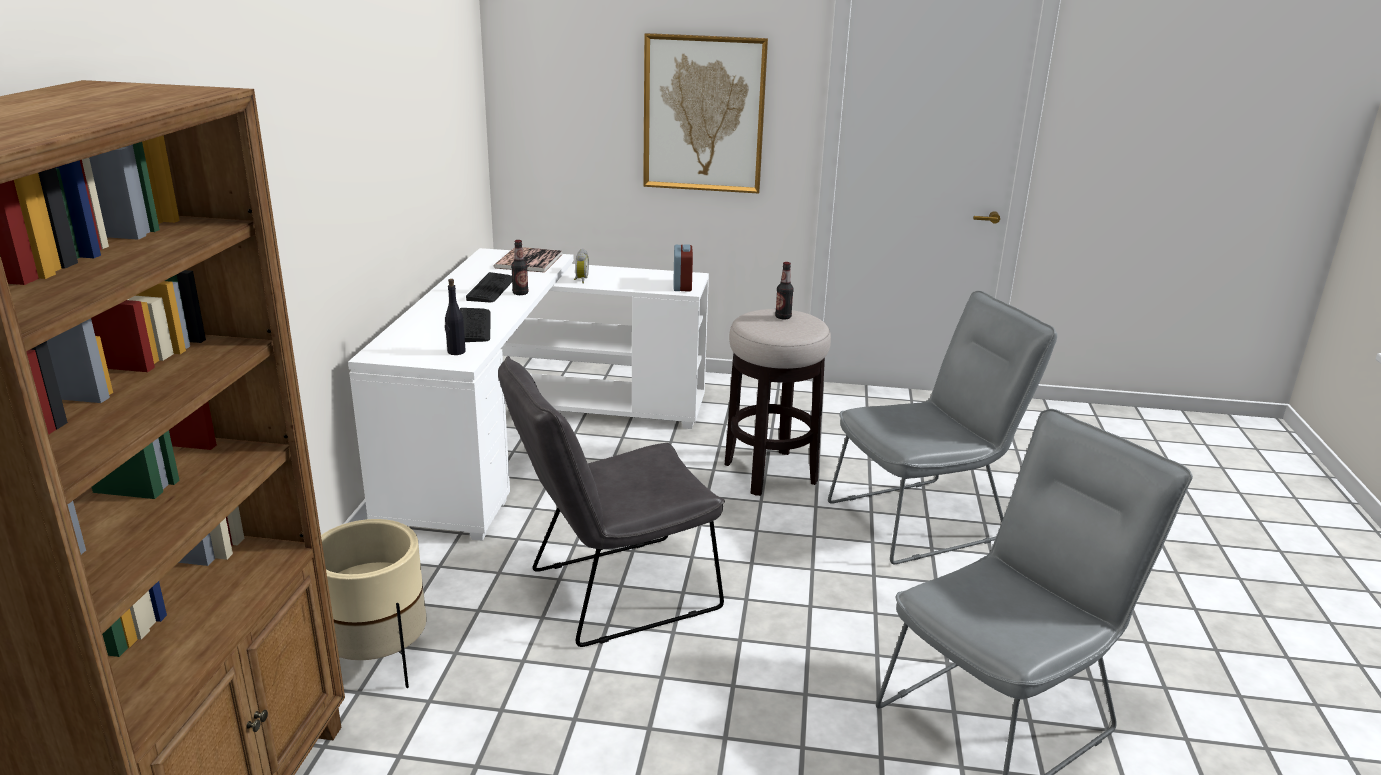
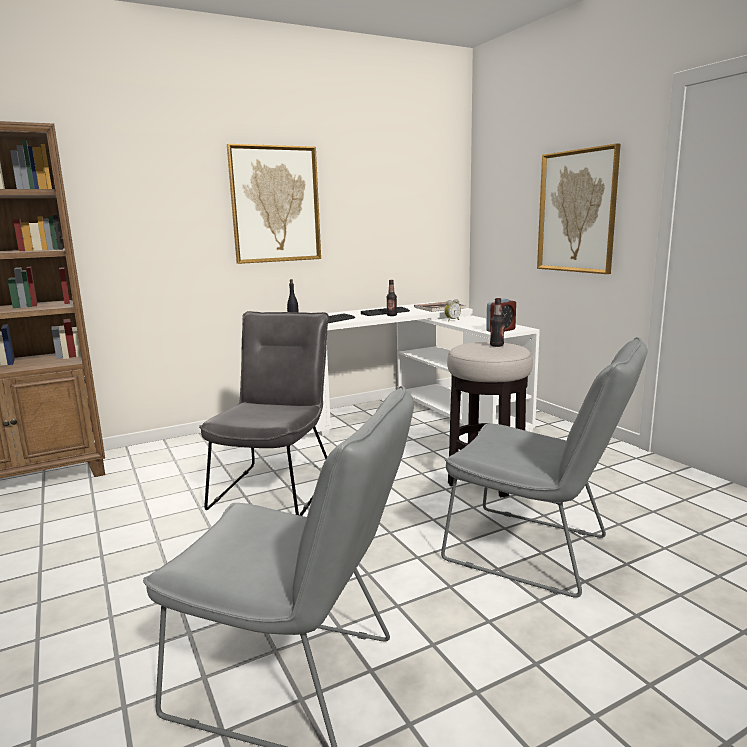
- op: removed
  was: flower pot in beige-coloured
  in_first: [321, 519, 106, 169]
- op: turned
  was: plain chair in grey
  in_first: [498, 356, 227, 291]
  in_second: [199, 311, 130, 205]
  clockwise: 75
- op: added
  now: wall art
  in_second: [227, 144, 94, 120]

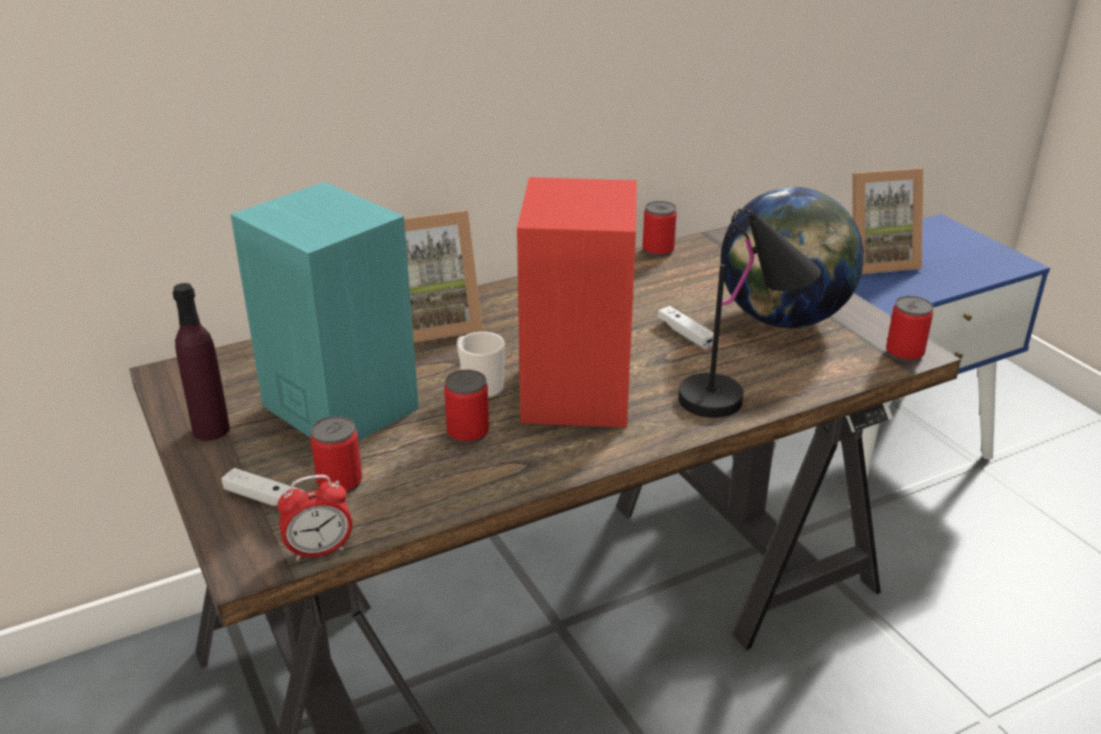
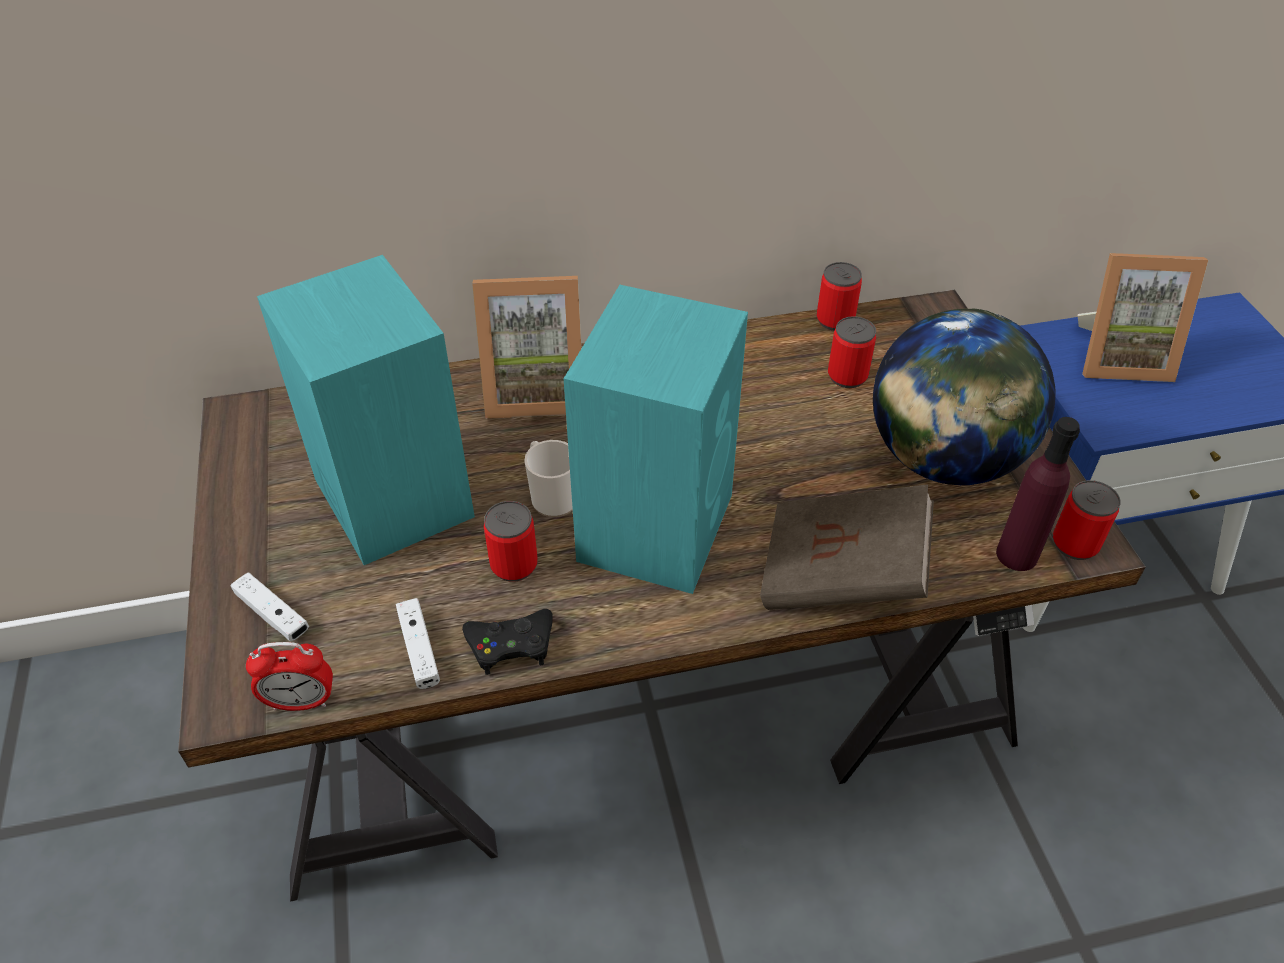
- op: moved
  was: beverage bottle in purple
  in_first: [172, 283, 58, 158]
  in_second: [996, 417, 84, 154]
- op: moved
  was: can
  in_first: [311, 416, 51, 78]
  in_second: [828, 316, 48, 72]
- op: recoloured
  was: audio speaker in red-coloured
  now: audio speaker in blue-green
  in_first: [517, 177, 120, 251]
  in_second: [564, 285, 184, 309]
- op: moved
  was: gamepad in white-coloured
  in_first: [657, 306, 57, 43]
  in_second: [396, 598, 44, 91]
- op: replaced
  was: lamp for a table in black
  now: bound book in brownish
  in_first: [678, 209, 143, 209]
  in_second: [760, 484, 174, 126]
- op: added
  now: gamepad in black
  in_second: [462, 609, 91, 66]

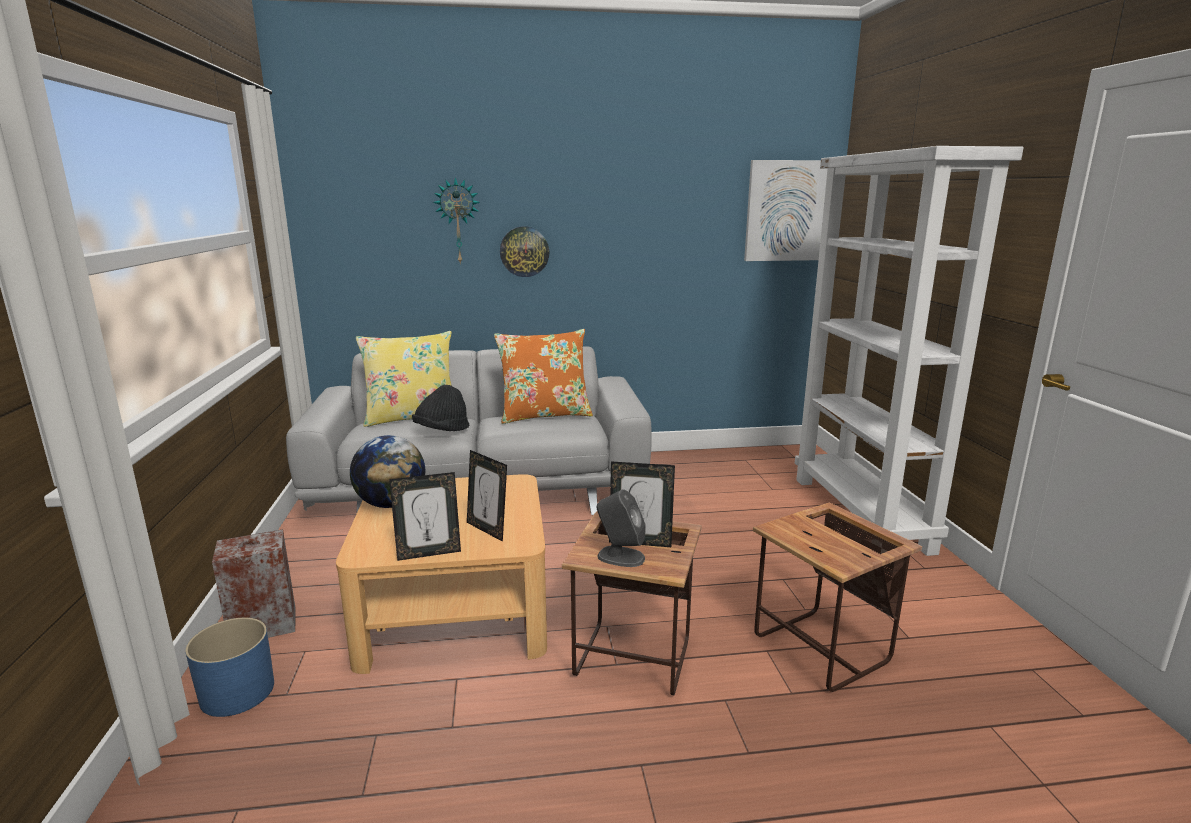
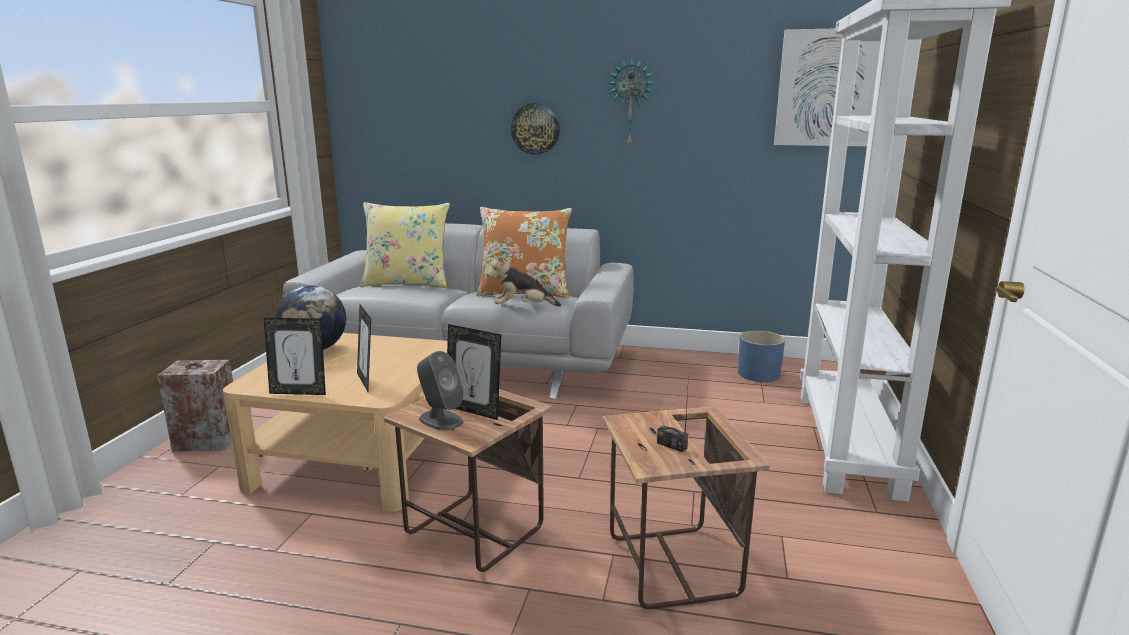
- op: moved
  was: flower pot in blue-coloured
  in_first: [185, 618, 89, 99]
  in_second: [738, 331, 47, 51]
- op: removed
  was: wearable hat in black
  in_first: [412, 385, 57, 46]
- op: moved
  was: wall clock
  in_first: [433, 177, 47, 88]
  in_second: [608, 58, 46, 89]
- op: added
  now: plush toy
  in_second: [487, 255, 74, 51]
- op: added
  now: radio receiver
  in_second: [657, 374, 32, 78]

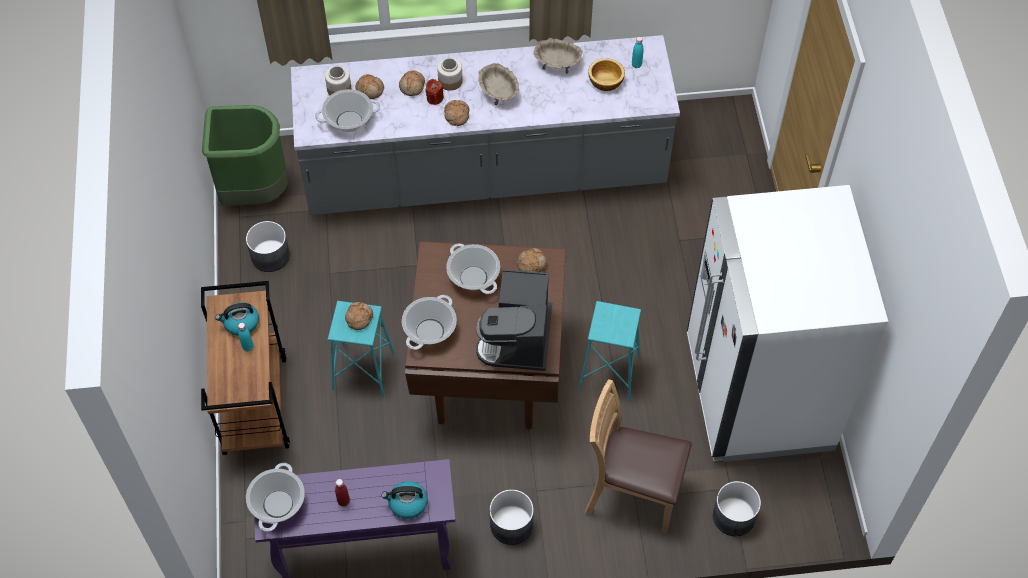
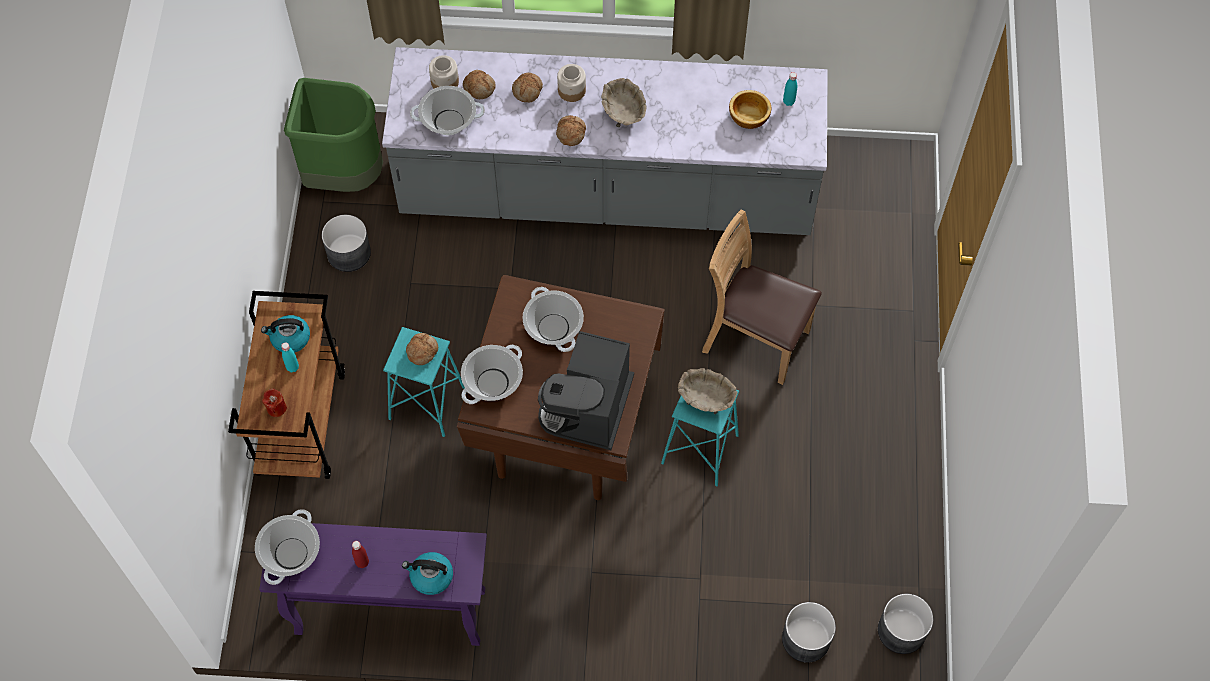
- op: moved
  was: wax candle in red-coloured
  in_first: [425, 79, 19, 26]
  in_second: [262, 388, 25, 29]
- op: moved
  was: flower pot in grey
  in_first: [489, 489, 45, 56]
  in_second: [878, 594, 55, 60]
- op: removed
  was: bakery bread
  in_first: [517, 248, 30, 24]
- op: moved
  was: serving bowl in beige-coloured
  in_first: [534, 38, 49, 36]
  in_second: [678, 368, 60, 46]
- op: moved
  was: plain chair in brownish
  in_first: [585, 379, 107, 155]
  in_second: [702, 209, 120, 176]
- op: removed
  was: kitchen fridge in white-coloured
  in_first: [687, 185, 201, 277]

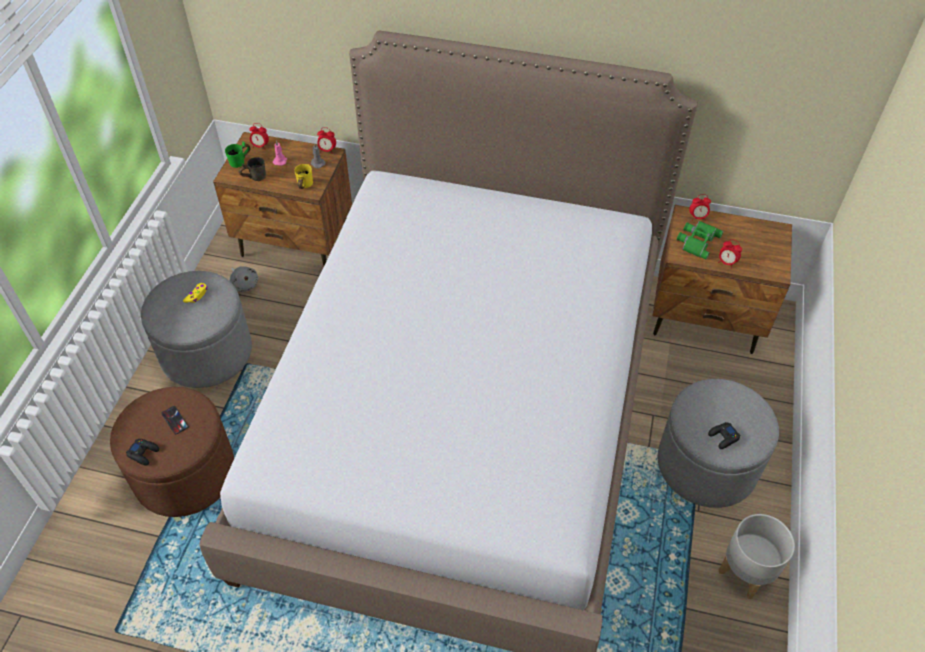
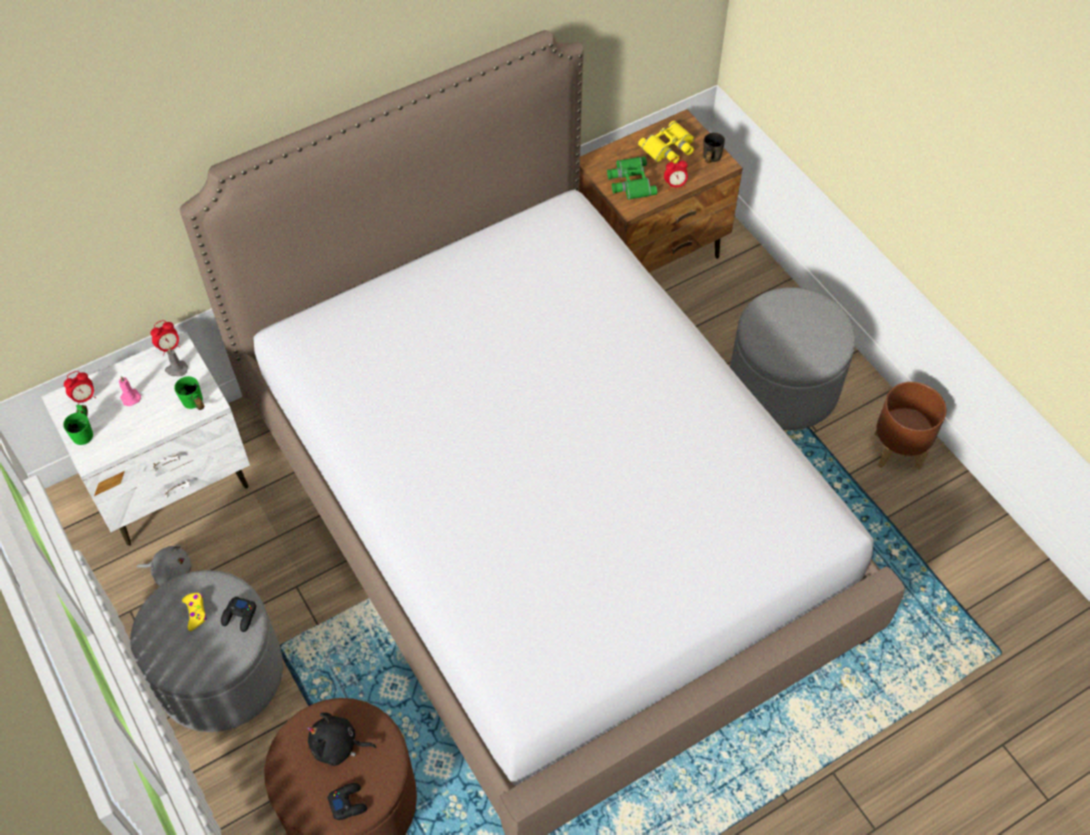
- op: replaced
  was: phone
  now: plush toy in black
  in_first: [161, 406, 28, 29]
  in_second: [307, 712, 70, 54]
- op: recoloured
  was: nightstand in brownish
  now: nightstand in white-coloured
  in_first: [213, 132, 139, 133]
  in_second: [41, 332, 209, 214]
- op: moved
  was: mug in grey
  in_first: [239, 157, 27, 24]
  in_second: [703, 133, 22, 30]
- op: recoloured
  was: mug in yellow-coloured
  now: mug in green
  in_first: [294, 164, 19, 25]
  in_second: [174, 376, 30, 34]
- op: removed
  was: bedside clock
  in_first: [689, 194, 22, 27]
- op: moved
  was: gamepad in black
  in_first: [708, 422, 32, 27]
  in_second: [221, 596, 35, 36]
- op: recoloured
  was: flower pot in grey
  now: flower pot in brownish
  in_first: [719, 514, 76, 85]
  in_second: [875, 382, 71, 88]
- op: added
  now: pair of binoculars in yellow-coloured
  in_second: [638, 121, 56, 42]

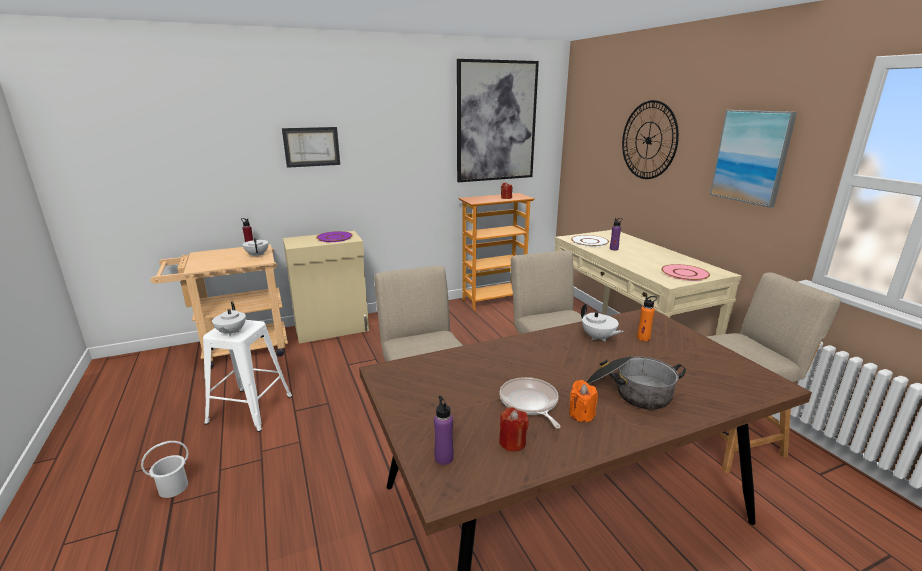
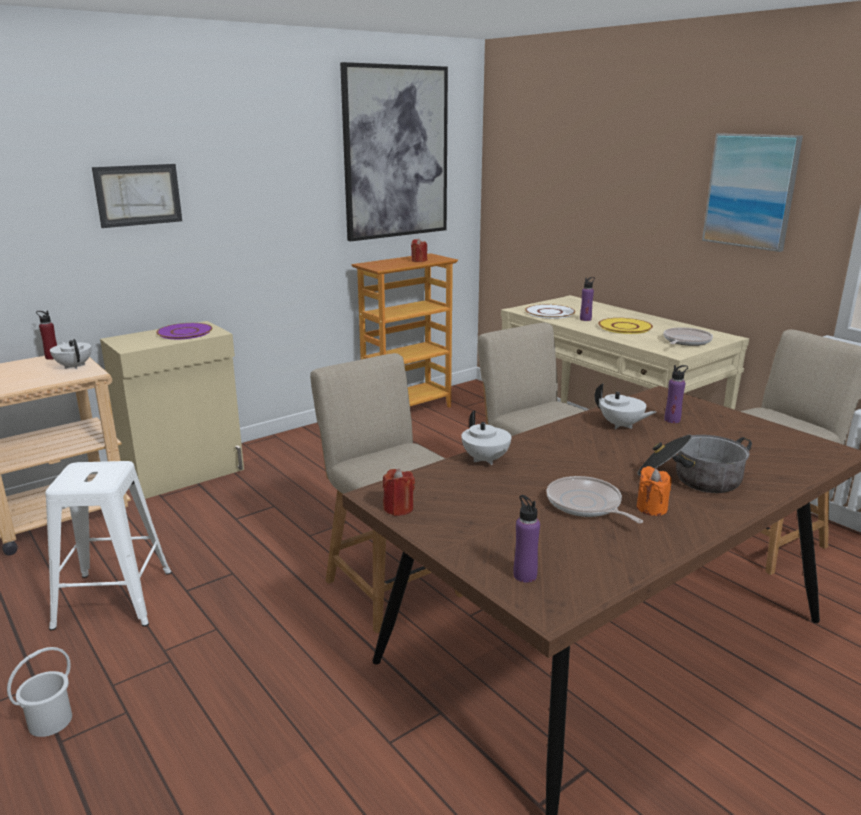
- op: moved
  was: tea pot in white-coloured
  in_first: [212, 302, 34, 34]
  in_second: [462, 411, 49, 54]
- op: moved
  was: wax candle in red-coloured
  in_first: [499, 407, 30, 44]
  in_second: [383, 469, 32, 47]
- op: removed
  was: wall clock
  in_first: [622, 100, 57, 79]
- op: recoloured
  was: beverage bottle in orange-coloured
  now: beverage bottle in purple
  in_first: [637, 295, 20, 46]
  in_second: [664, 365, 24, 58]
- op: replaced
  was: flat dish in pink-coloured
  now: pan
  in_first: [661, 264, 49, 17]
  in_second: [663, 327, 50, 19]
- op: added
  now: flat dish in yellow-coloured
  in_second: [598, 318, 55, 16]

